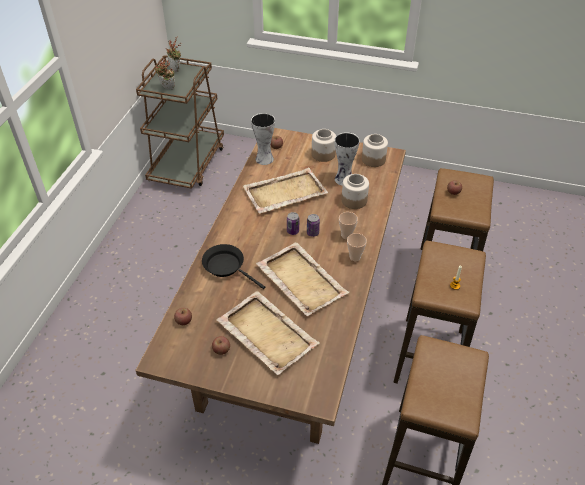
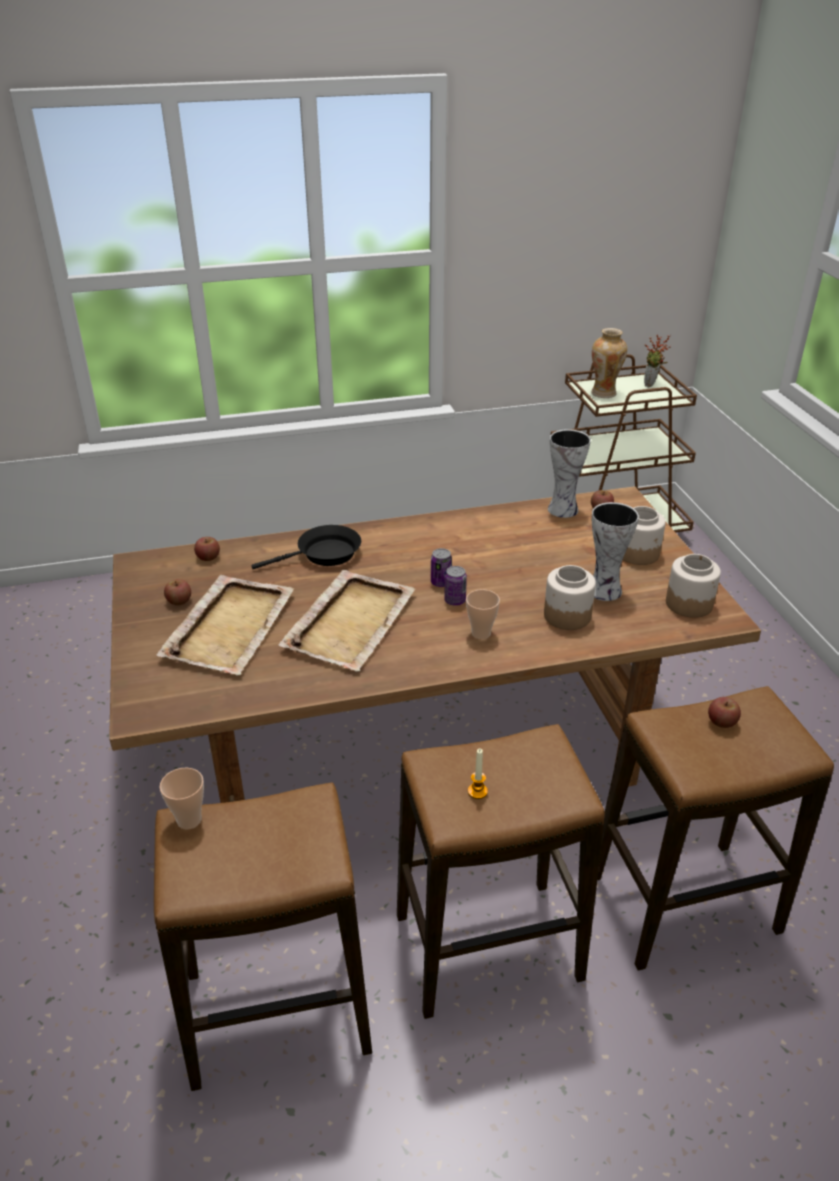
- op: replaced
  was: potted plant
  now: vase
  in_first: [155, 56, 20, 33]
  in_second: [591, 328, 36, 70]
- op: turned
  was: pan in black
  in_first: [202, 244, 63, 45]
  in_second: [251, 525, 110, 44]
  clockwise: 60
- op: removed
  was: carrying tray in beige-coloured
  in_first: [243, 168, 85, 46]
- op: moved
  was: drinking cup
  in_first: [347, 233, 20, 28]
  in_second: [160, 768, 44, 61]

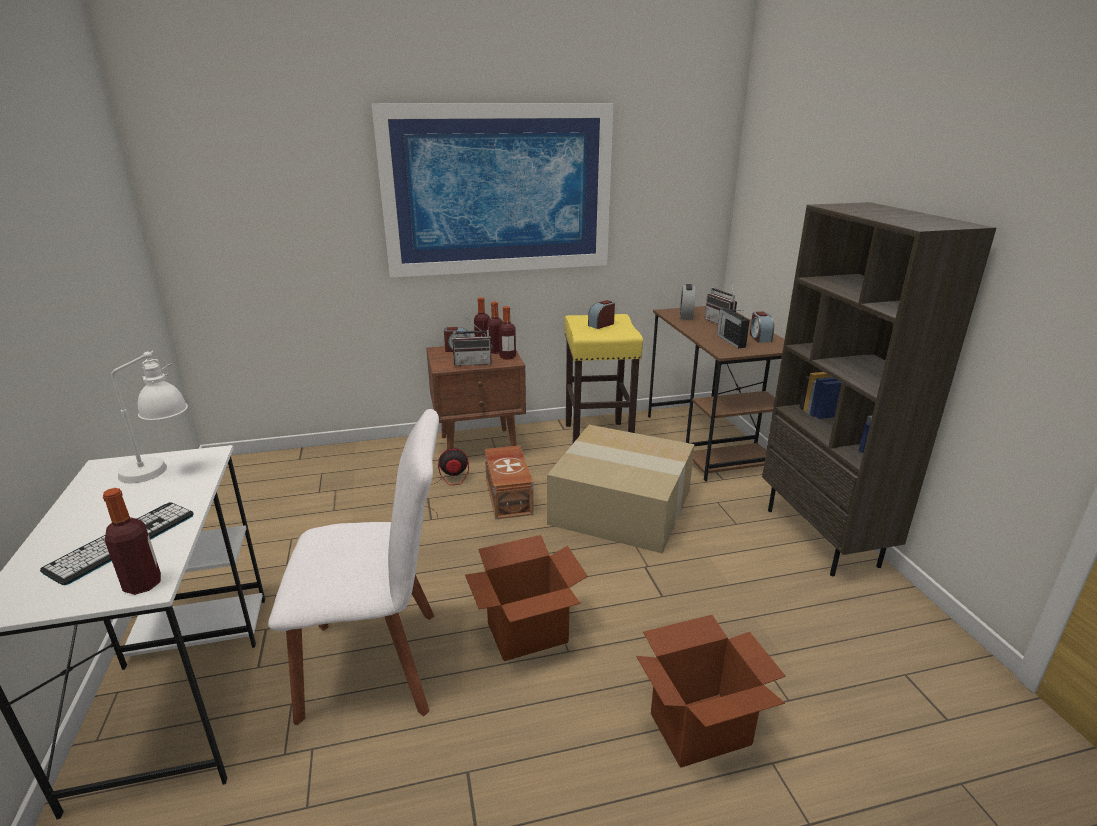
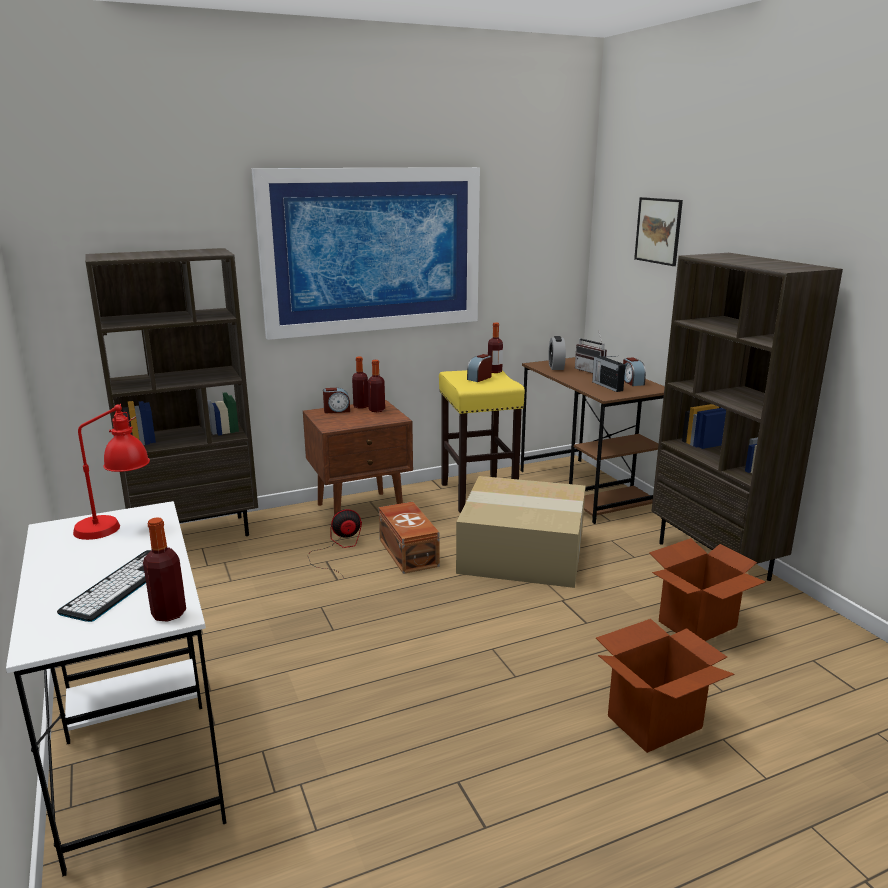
- op: recoloured
  was: lamp for a table in white-coloured
  now: lamp for a table in red-coloured
  in_first: [111, 350, 77, 133]
  in_second: [73, 404, 77, 136]
- op: removed
  was: plain chair in white-coloured
  in_first: [268, 409, 171, 316]
- op: removed
  was: radio receiver
  in_first: [452, 319, 40, 47]
- op: moved
  was: cardboard box
  in_first: [465, 535, 123, 126]
  in_second: [649, 538, 117, 103]
- op: moved
  was: beverage bottle
  in_first: [499, 306, 17, 54]
  in_second: [488, 323, 15, 50]
- op: added
  now: bookcase in brownish
  in_second: [85, 248, 173, 288]
- op: added
  now: wall art
  in_second: [634, 197, 49, 69]

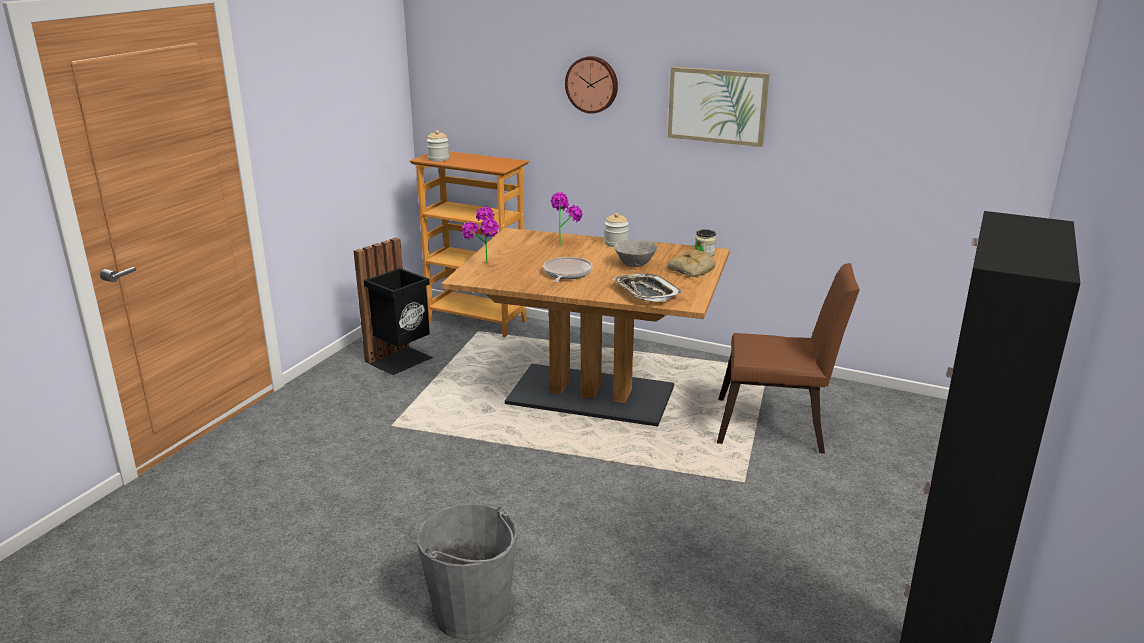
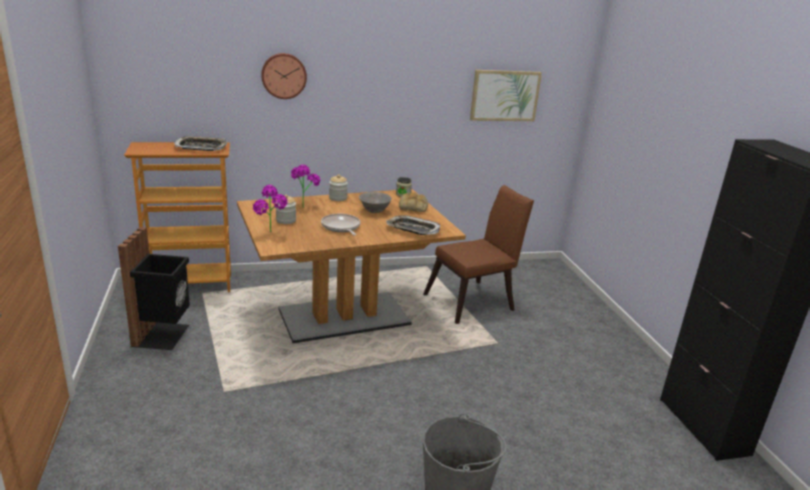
- op: moved
  was: storage jar
  in_first: [427, 130, 22, 31]
  in_second: [276, 195, 20, 29]
- op: moved
  was: wall art
  in_first: [668, 67, 102, 80]
  in_second: [470, 70, 72, 51]
- op: added
  now: carrying tray
  in_second: [174, 136, 53, 15]

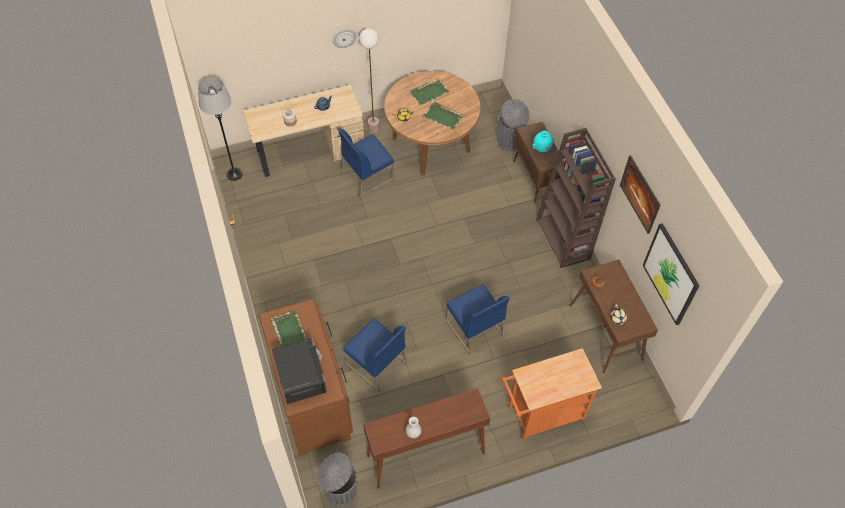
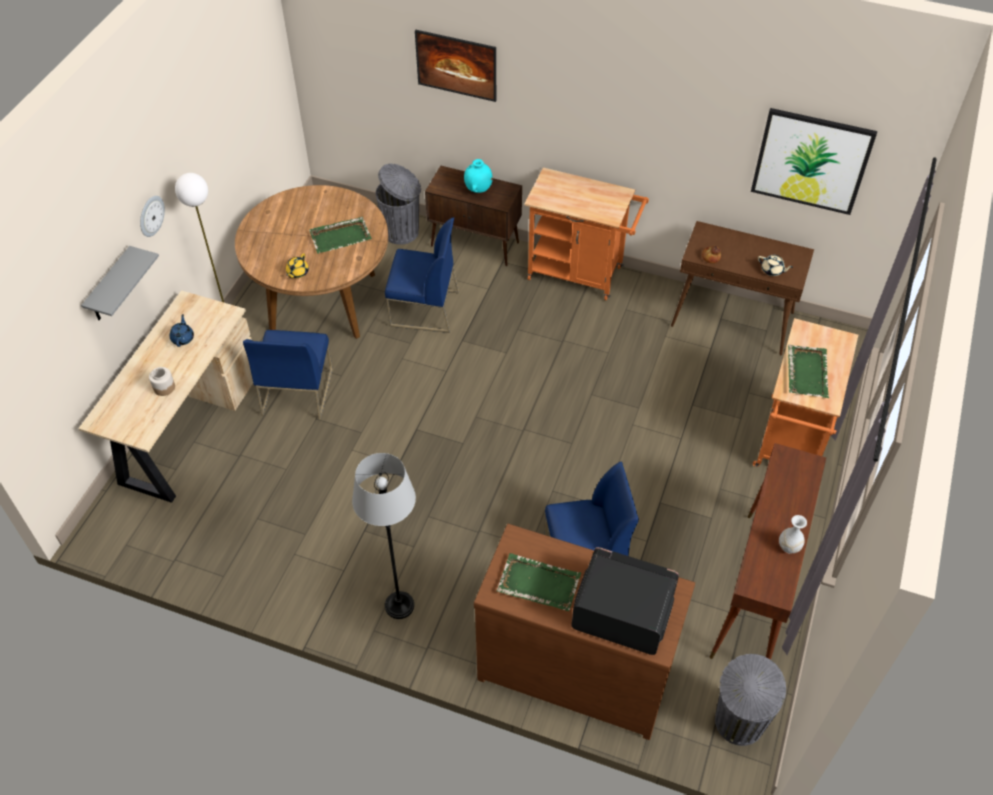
- op: moved
  was: standard lamp in grey
  in_first: [198, 77, 44, 104]
  in_second: [352, 453, 64, 166]
- op: moved
  was: carrying tray in green
  in_first: [409, 78, 41, 28]
  in_second: [788, 345, 41, 53]
- op: moved
  was: plain chair in blue-coloured
  in_first: [446, 284, 64, 71]
  in_second: [385, 217, 74, 116]
- op: replaced
  was: bookcase in brownish
  now: cart in orange-coloured
  in_first: [536, 128, 80, 140]
  in_second: [524, 168, 125, 132]
- op: moved
  was: wall art
  in_first: [620, 155, 41, 79]
  in_second: [415, 30, 81, 72]
- op: added
  now: bracket shelf in grey
  in_second: [81, 246, 78, 74]

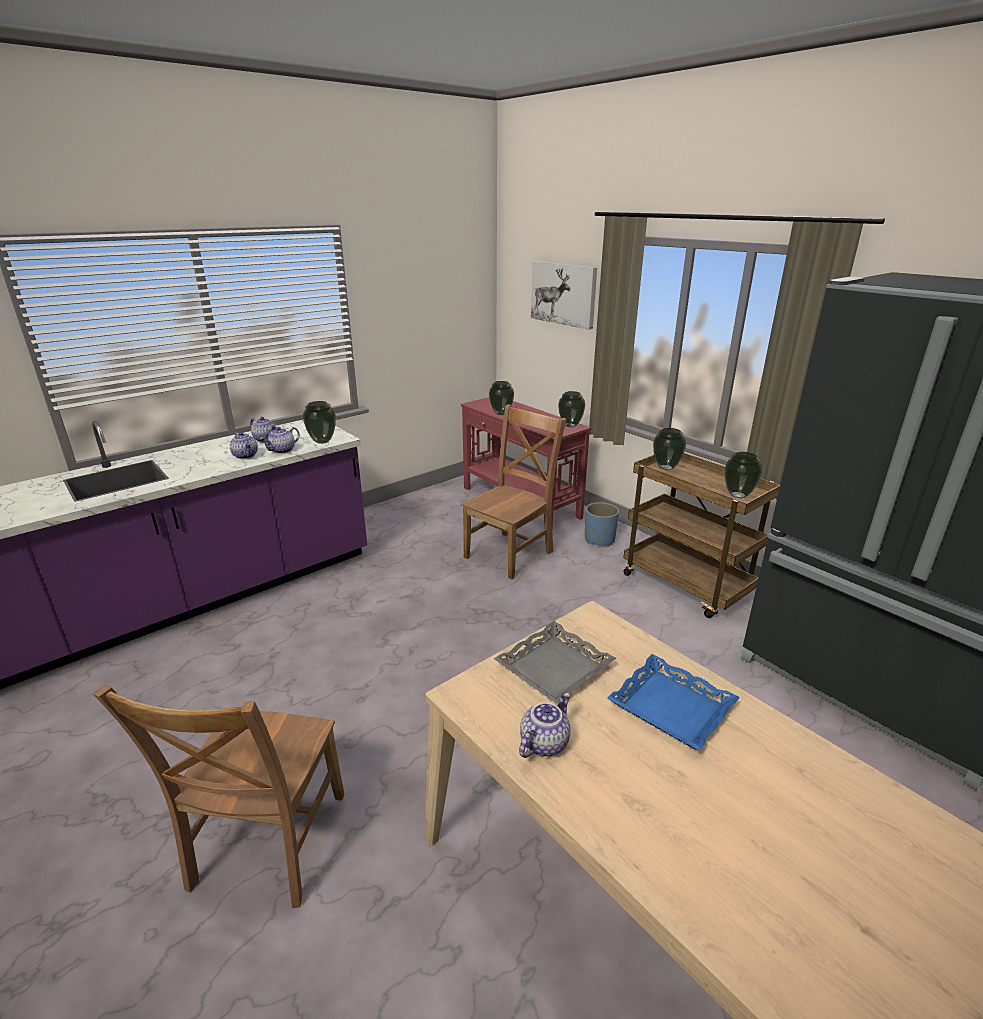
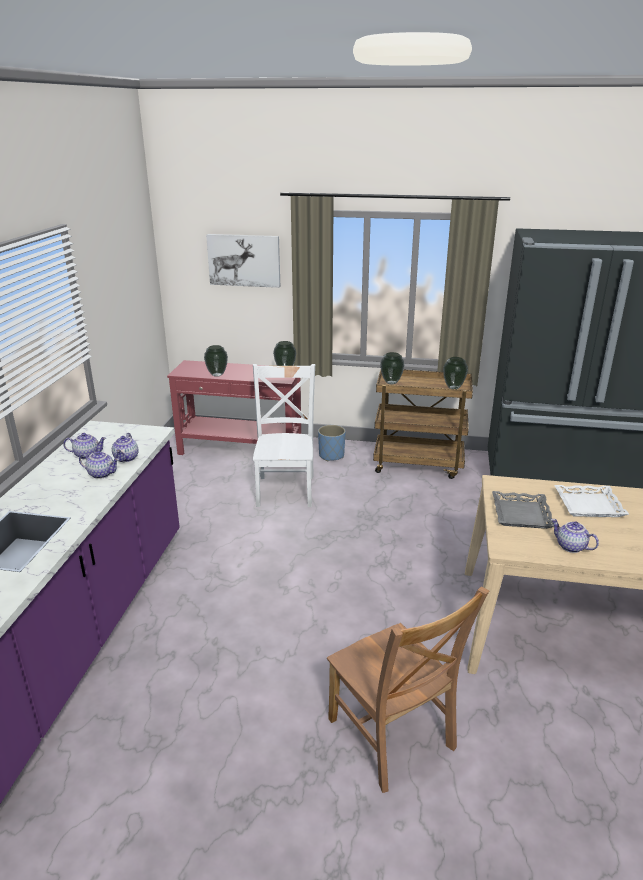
- op: removed
  was: vase
  in_first: [303, 401, 33, 43]
- op: recoloured
  was: plain chair in brownish
  now: plain chair in white-coloured
  in_first: [461, 404, 106, 176]
  in_second: [253, 364, 62, 143]
- op: turned
  was: tea pot
  in_first: [519, 693, 51, 65]
  in_second: [551, 519, 48, 34]
  clockwise: -45
- op: recoloured
  was: carrying tray in blue-coloured
  now: carrying tray in white-coloured
  in_first: [607, 654, 133, 97]
  in_second: [554, 485, 75, 32]

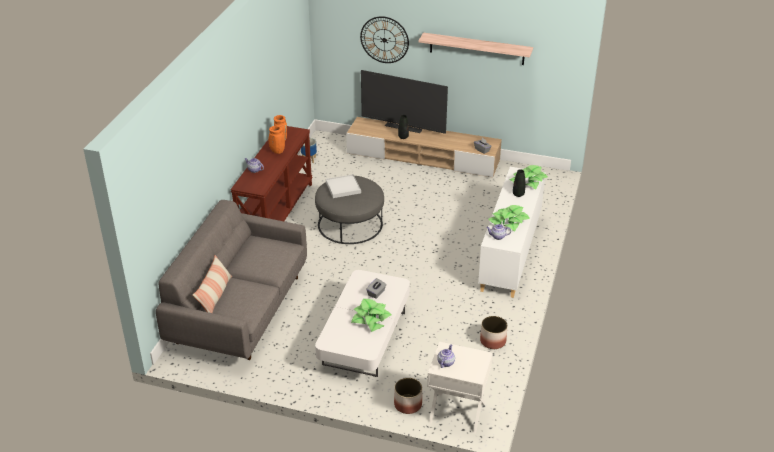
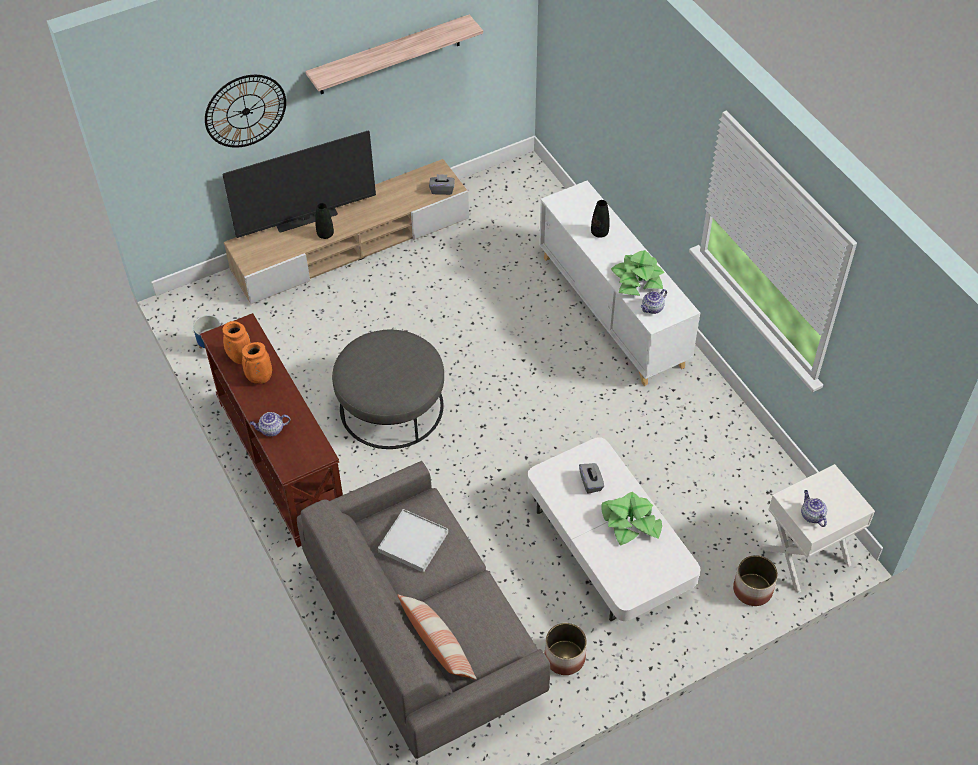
- op: moved
  was: carrying tray in white-coloured
  in_first: [326, 174, 35, 24]
  in_second: [378, 509, 70, 64]
- op: moved
  was: flower pot
  in_first: [480, 316, 28, 33]
  in_second: [545, 623, 42, 52]
- op: removed
  was: potted plant
  in_first: [509, 165, 39, 25]

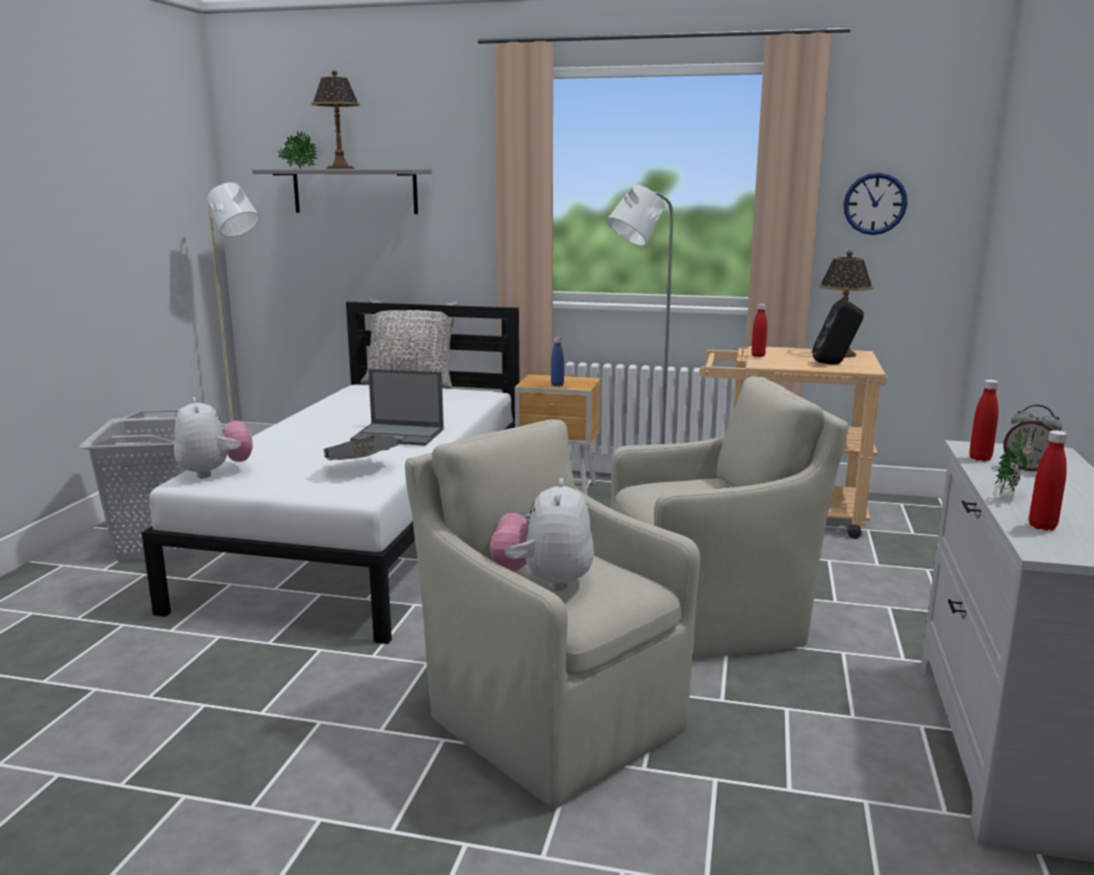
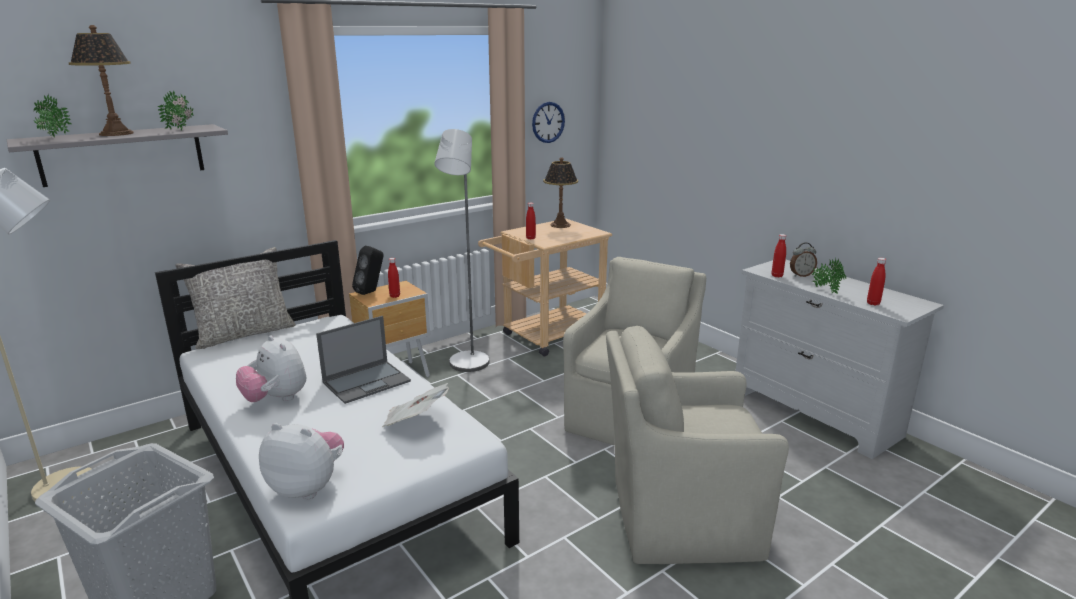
- op: moved
  was: plush toy
  in_first: [491, 478, 103, 113]
  in_second: [236, 335, 70, 67]
- op: recoloured
  was: beverage bottle in blue-coloured
  now: beverage bottle in red-coloured
  in_first: [551, 337, 13, 49]
  in_second: [388, 258, 12, 40]
- op: moved
  was: audio speaker in black
  in_first: [812, 299, 52, 66]
  in_second: [352, 246, 31, 49]
- op: added
  now: potted plant
  in_second: [158, 90, 35, 41]

